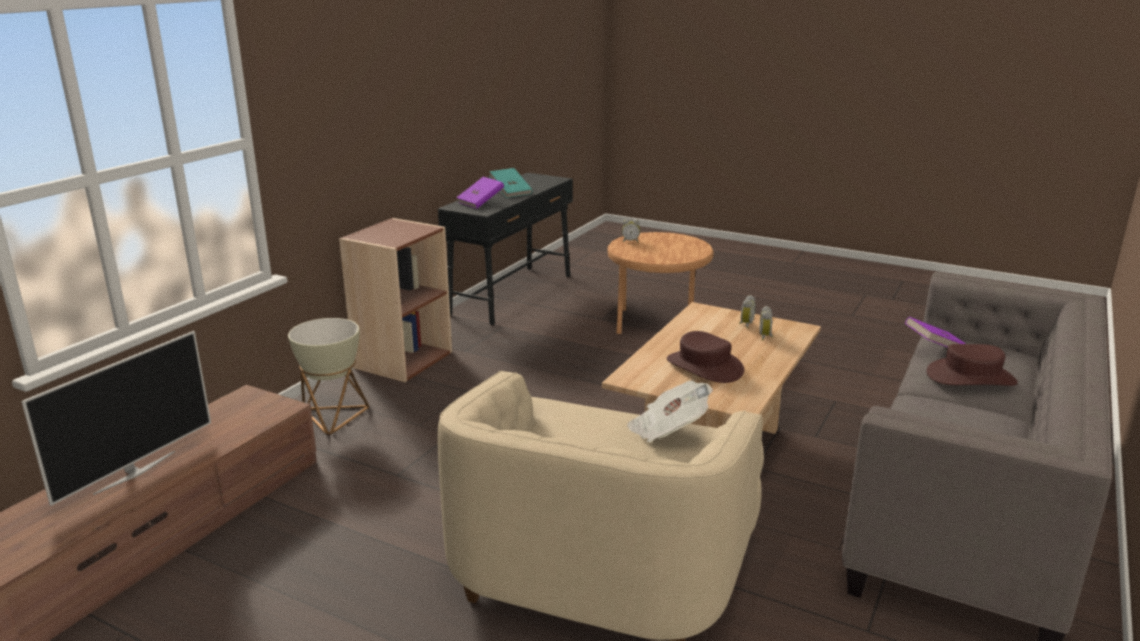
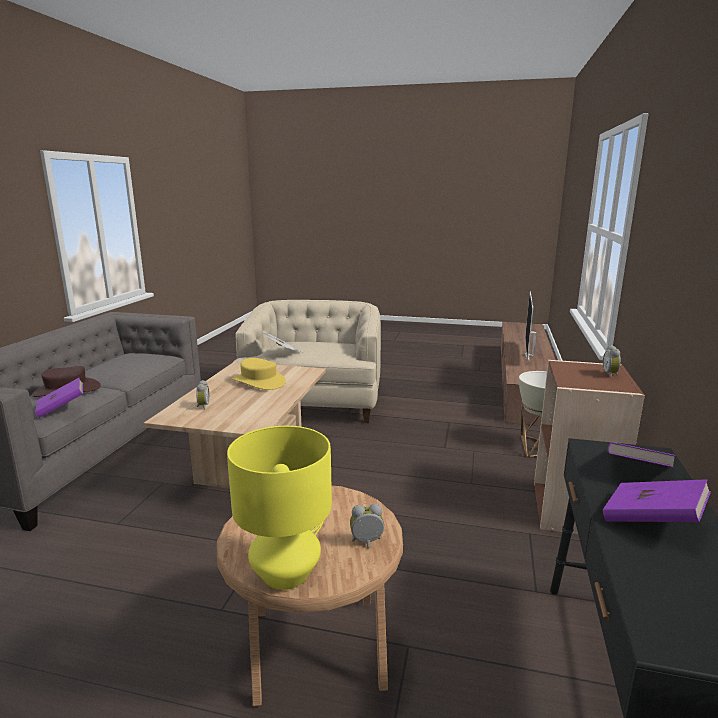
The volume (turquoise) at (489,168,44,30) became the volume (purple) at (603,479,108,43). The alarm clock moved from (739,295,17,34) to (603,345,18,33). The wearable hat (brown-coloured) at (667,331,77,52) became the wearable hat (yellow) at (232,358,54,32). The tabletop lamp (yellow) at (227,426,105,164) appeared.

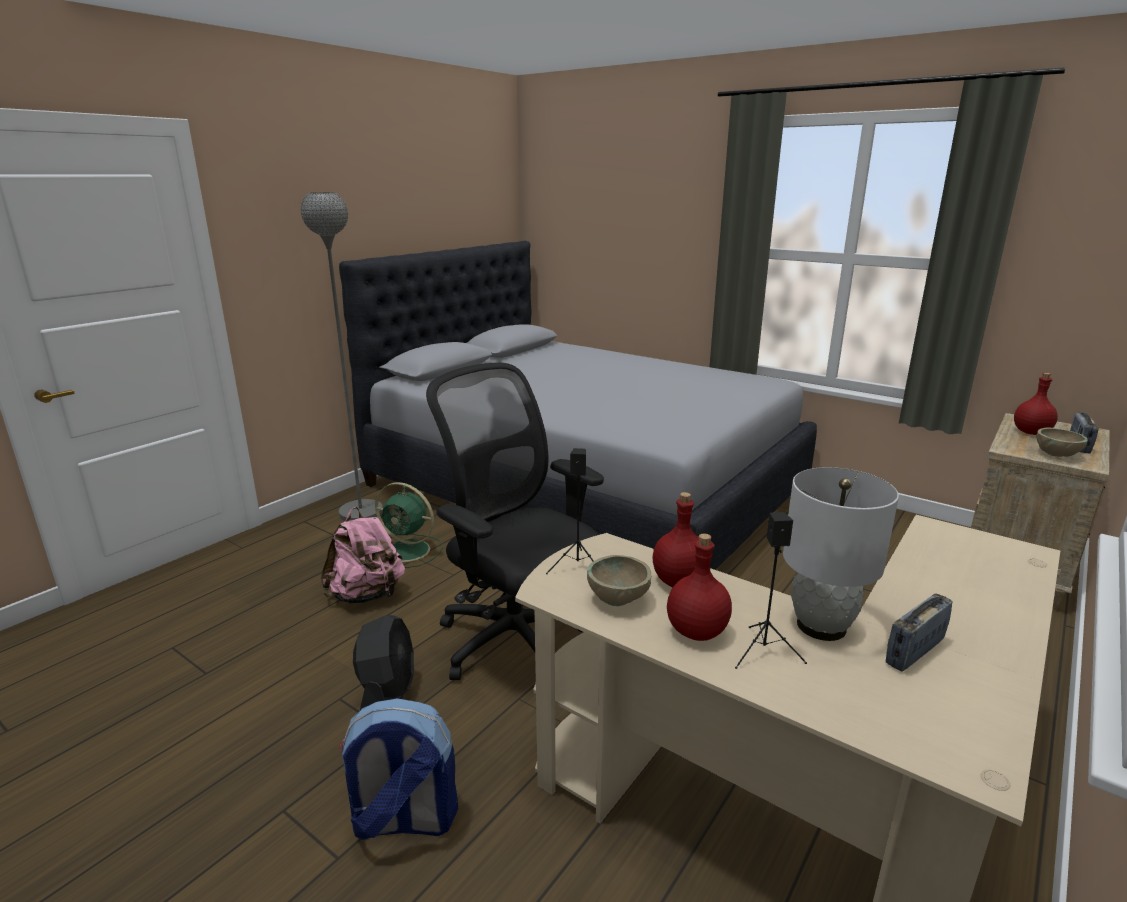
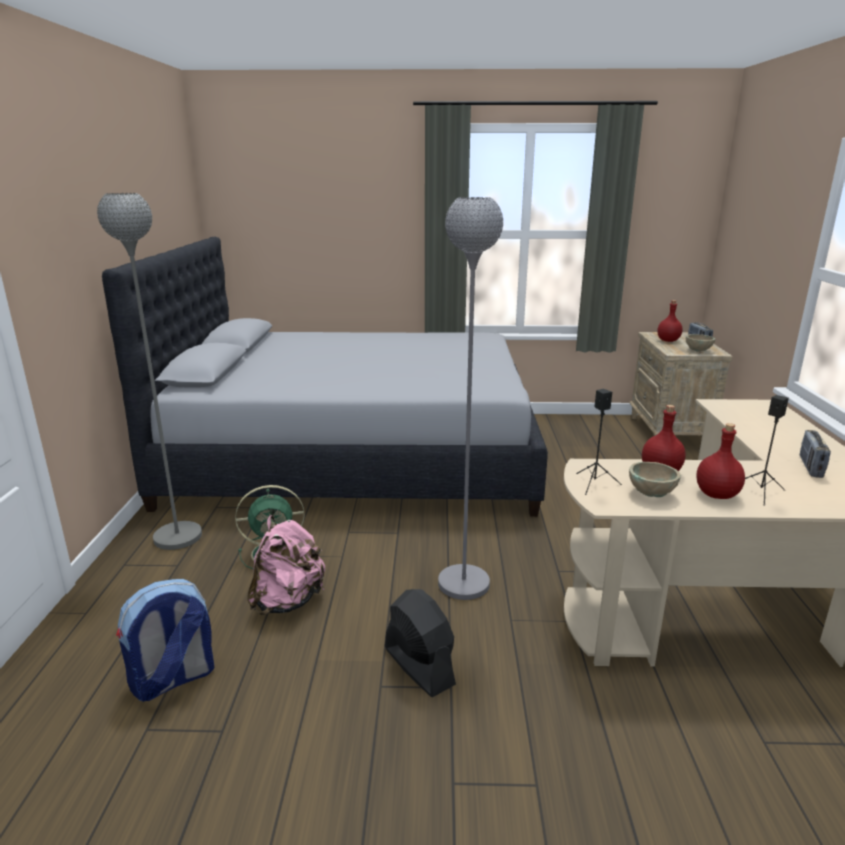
The computer chair (black) at (426,363,178,317) was replaced by the standing lamp (grey) at (438,197,65,403). The tabletop lamp (white) at (783,467,116,174) disappeared. The backpack moved from (338,698,120,142) to (116,579,98,123).

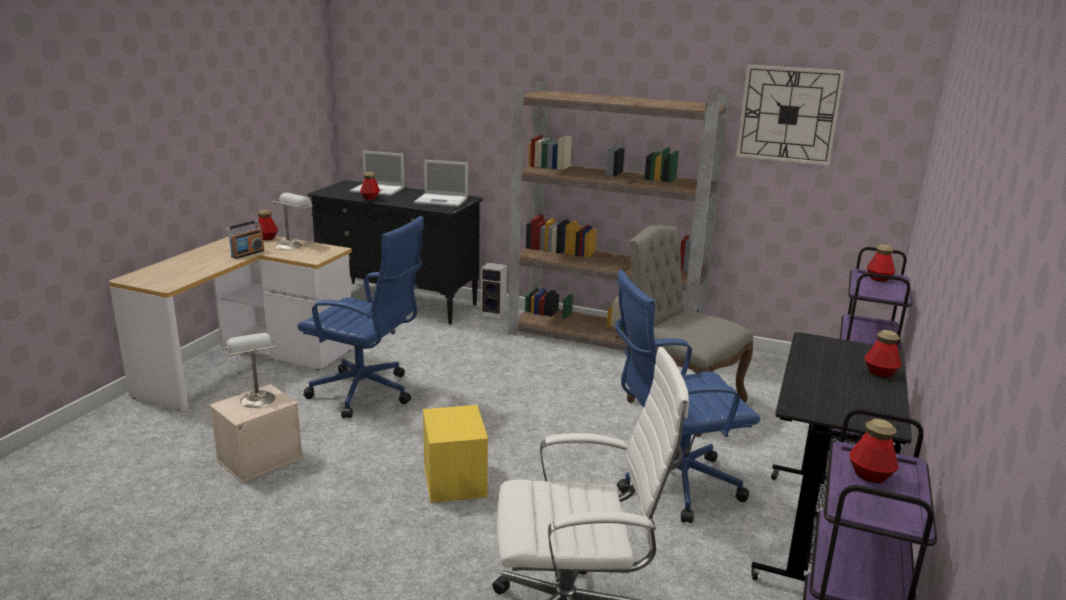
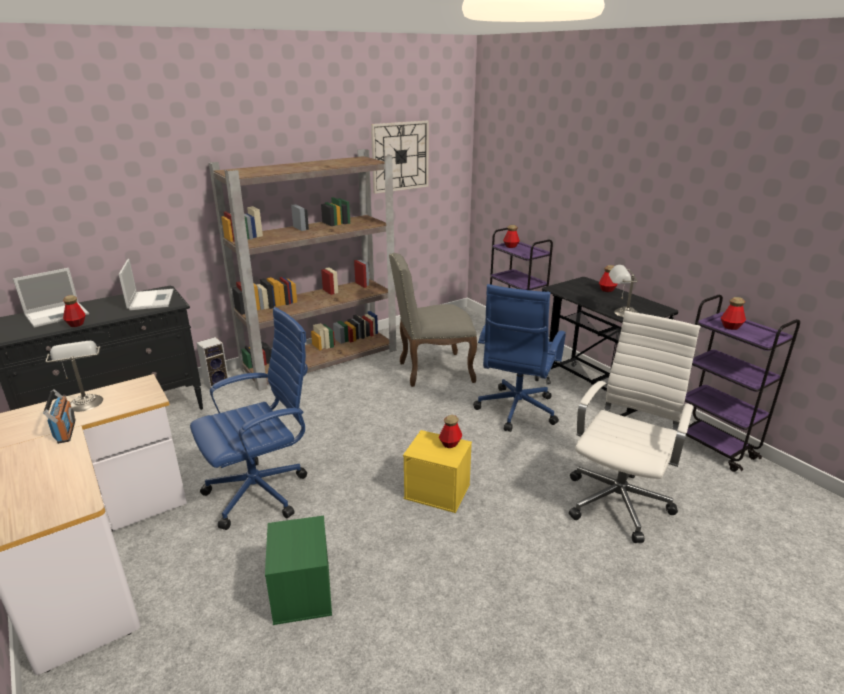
The laptop at (414,160,54,47) turned 60 degrees counterclockwise. The drink bottle moved from (256,209,22,31) to (439,415,23,33). The tabletop lamp (white) moved from (223,333,55,75) to (609,265,30,52). The storage bin (beige-coloured) at (209,384,94,100) became the storage bin (greenish) at (265,516,67,109).

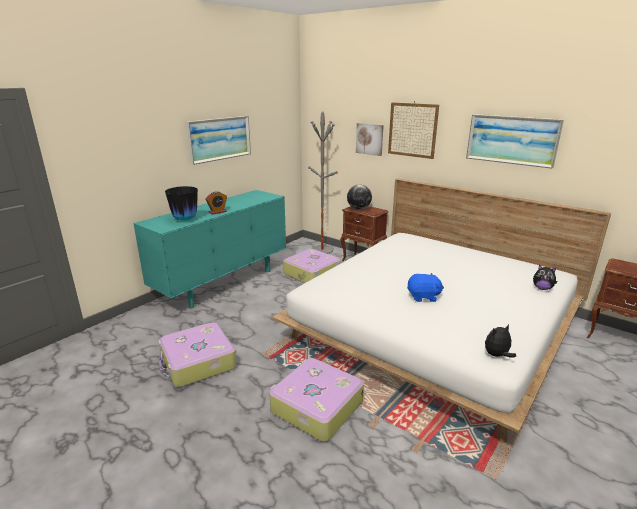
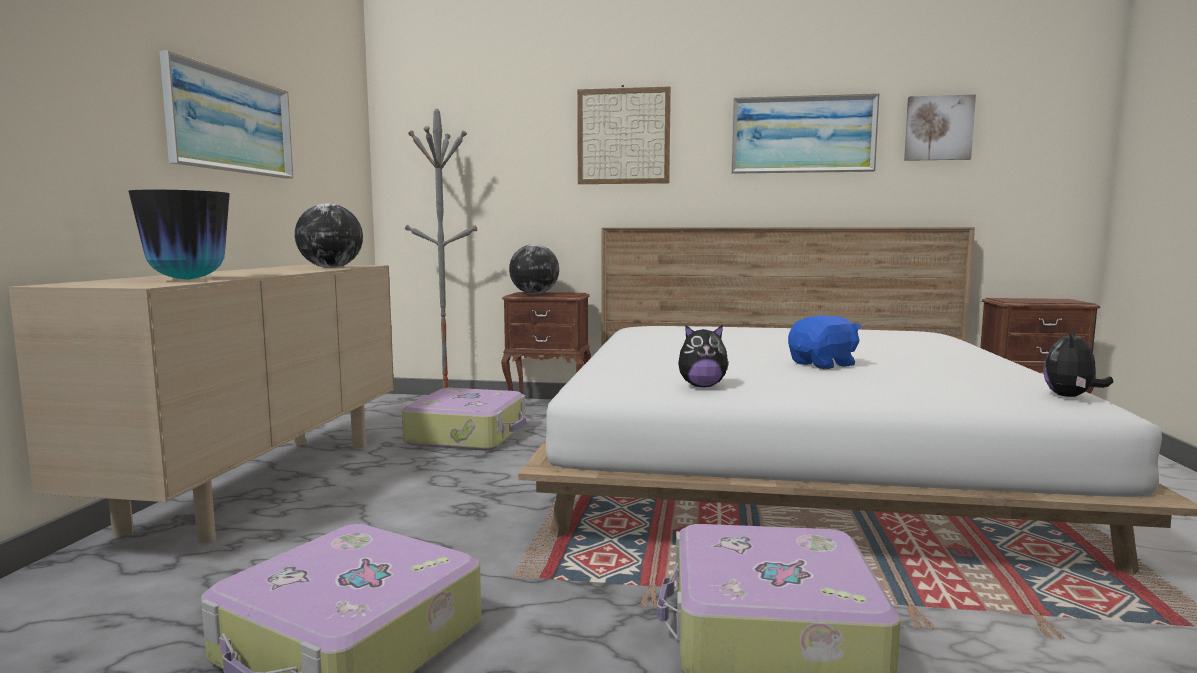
The wall picture moved from (356,123,28,33) to (904,95,72,66). The drawer chest (turquoise) at (133,190,153,119) became the drawer chest (beige-coloured) at (8,265,386,278). The alarm clock at (206,192,21,23) disappeared. The cuddly toy moved from (533,265,25,25) to (678,325,51,62). The globe at (295,203,68,65) appeared.

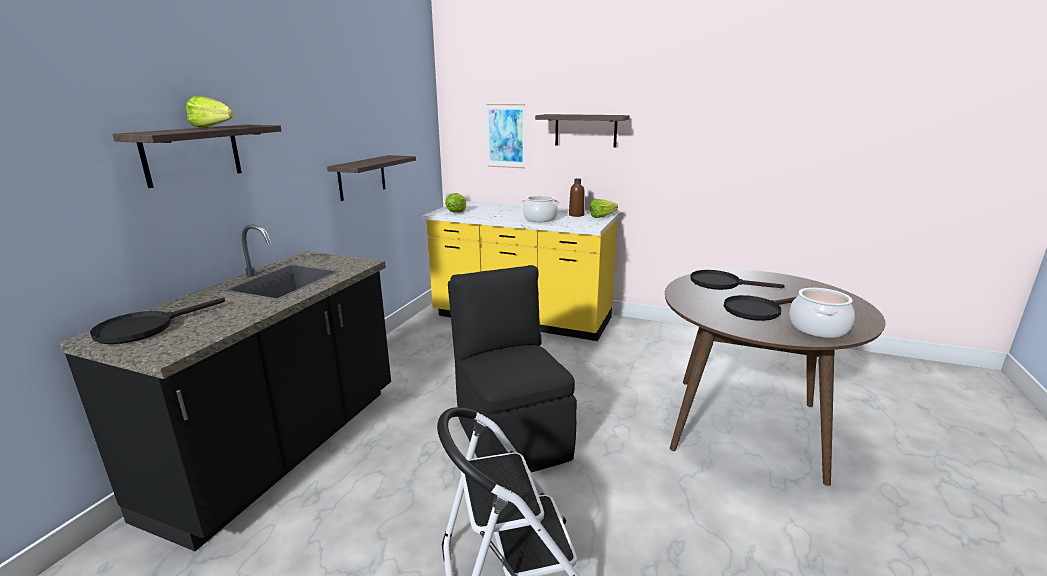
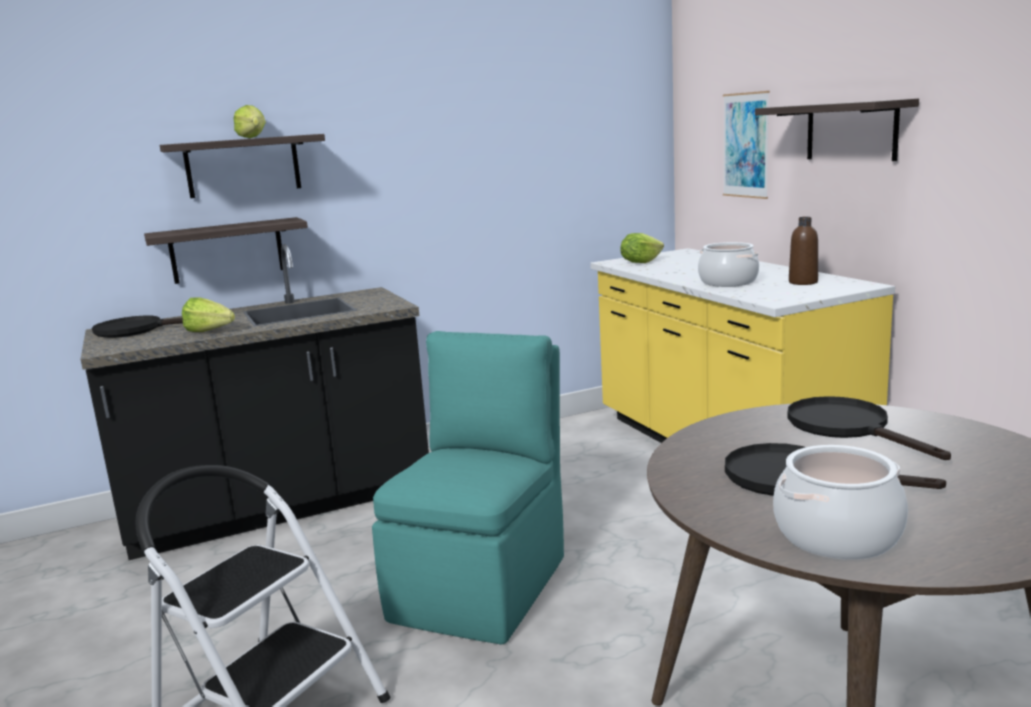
The wall shelf moved from (327,155,89,46) to (144,217,164,67). The head of lettuce moved from (590,199,28,19) to (182,297,53,35). The plain chair (black) at (448,265,129,208) became the plain chair (turquoise) at (372,331,192,313).

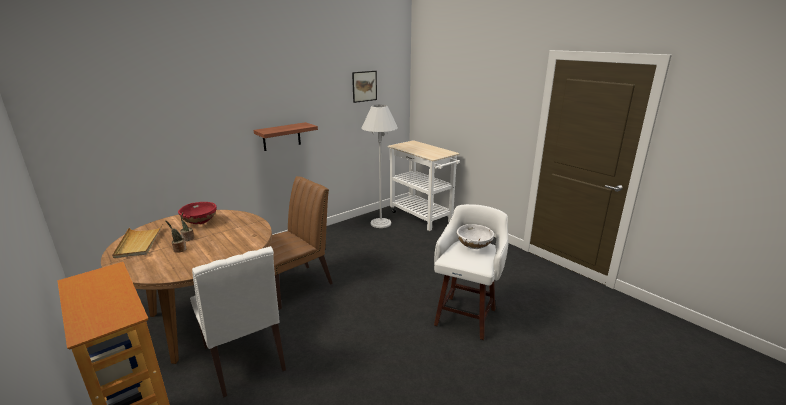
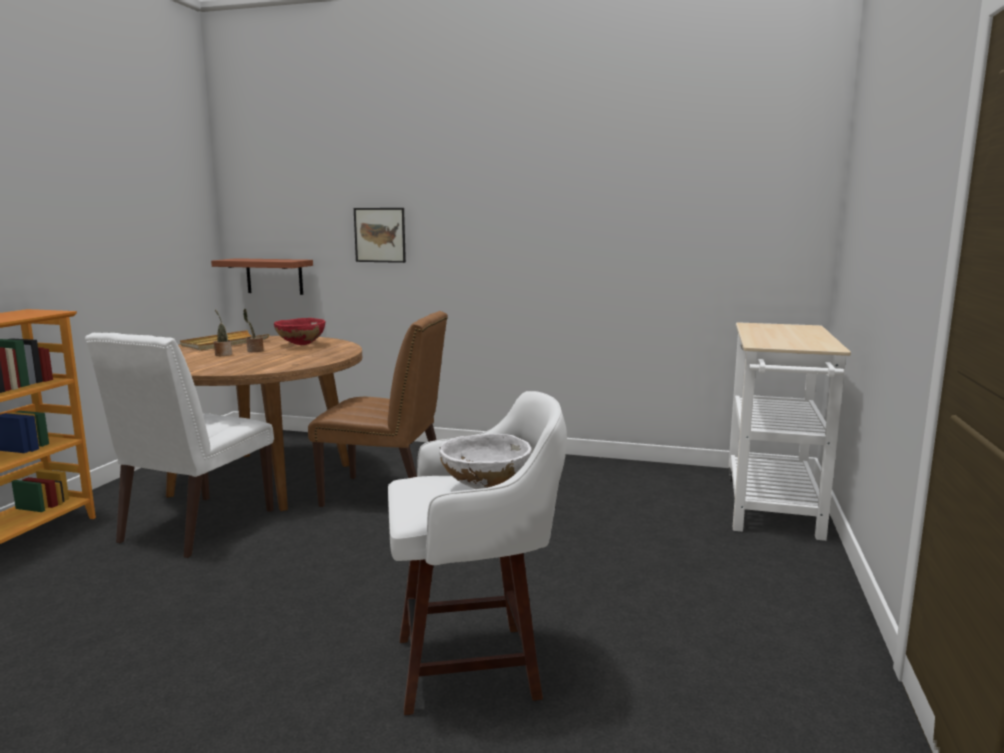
The wall picture moved from (352,71,25,32) to (354,208,52,55). The standing lamp (white) at (361,105,37,123) disappeared. The wall shelf moved from (254,122,64,29) to (211,258,102,37).

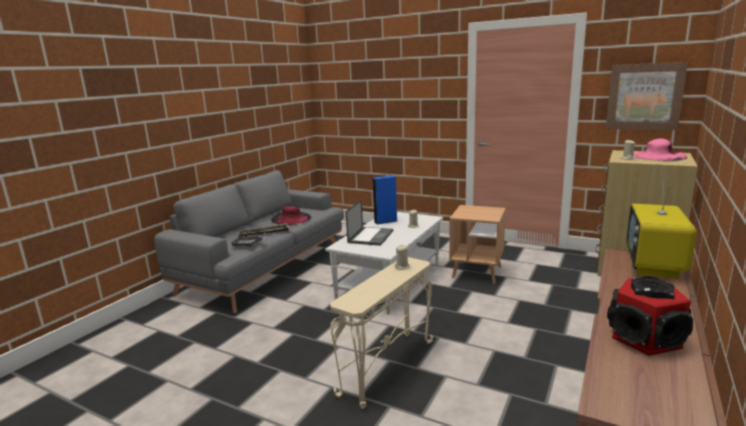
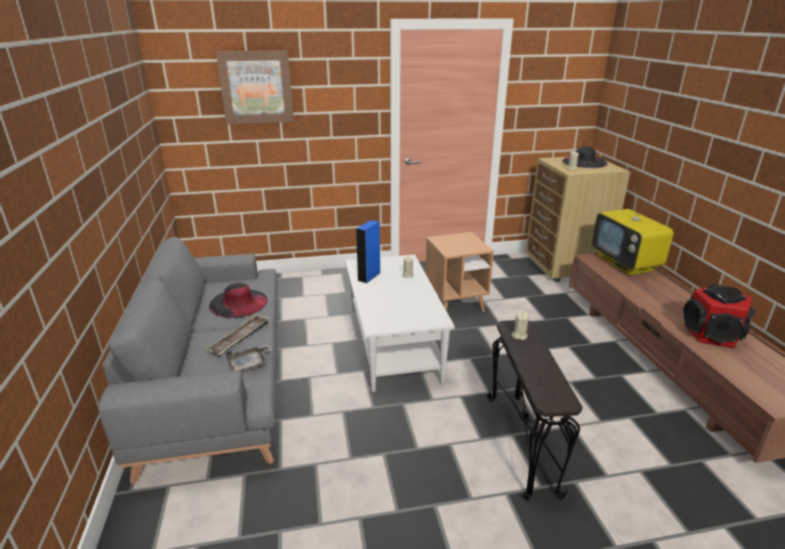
The wall picture moved from (606,62,82,68) to (216,51,78,73). The wearable hat (pinkish) at (633,139,54,22) became the wearable hat (black) at (562,146,46,22). The laptop at (346,199,47,47) disappeared. The end table (beige-coloured) at (330,257,103,152) became the end table (black) at (487,320,96,181).

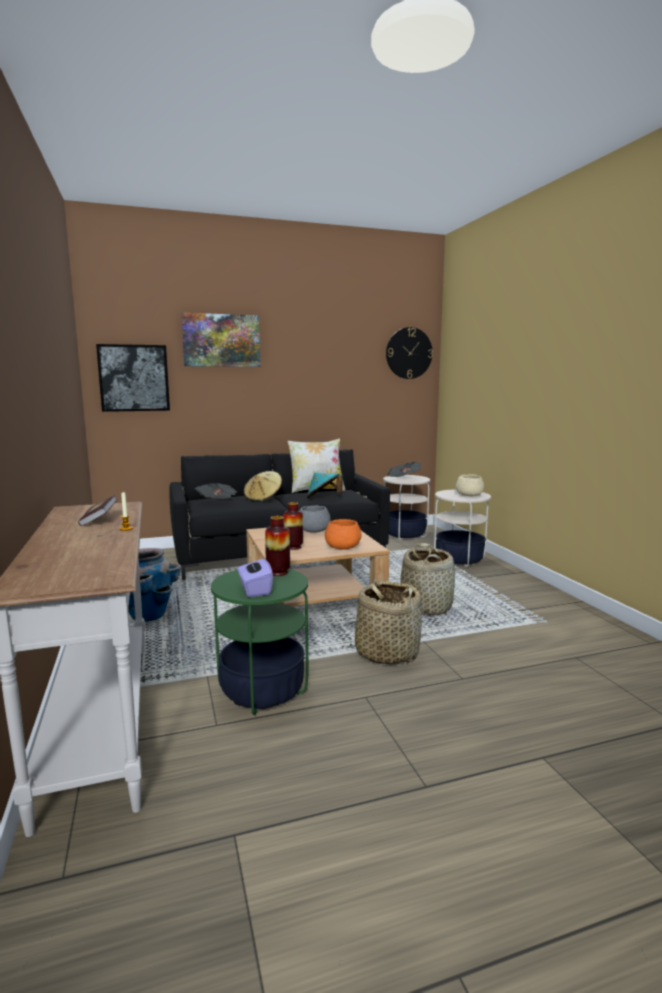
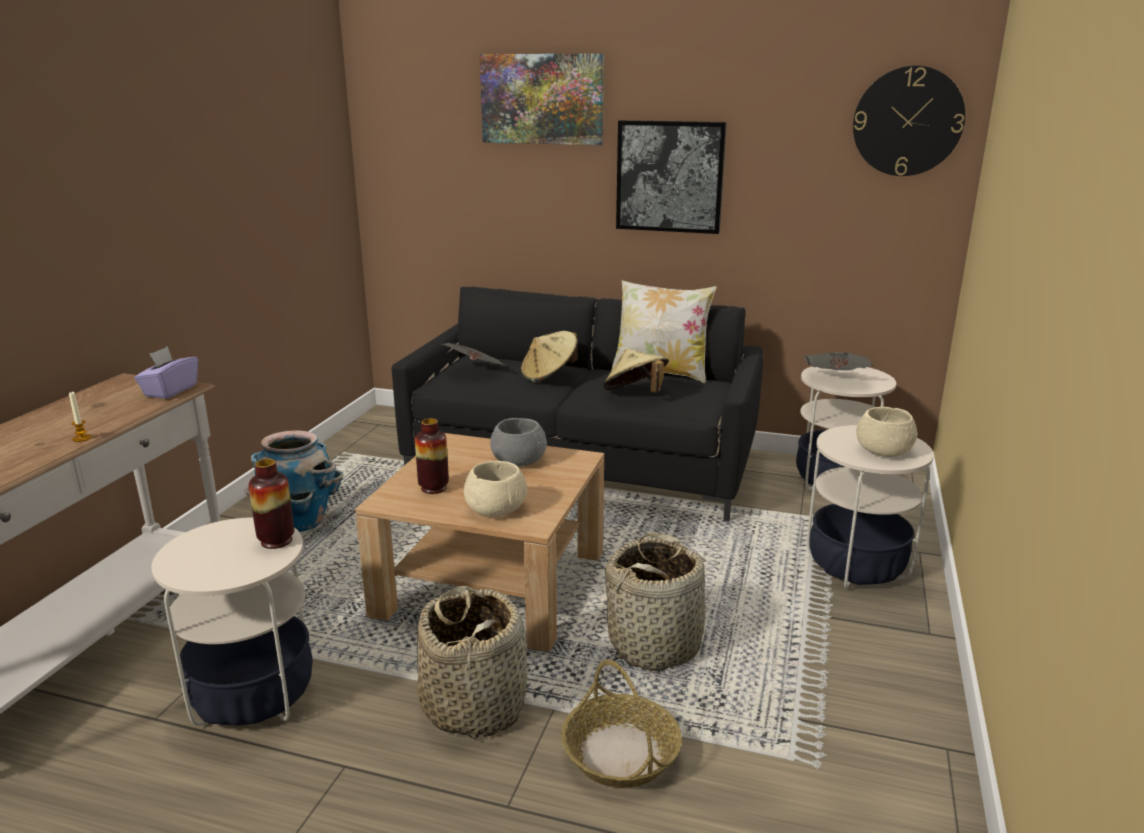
The wall picture moved from (96,344,74,68) to (616,120,111,114). The wearable hat (turquoise) at (307,473,36,25) became the wearable hat (beige-coloured) at (603,349,66,44). The volume at (78,495,39,31) disappeared. The bowl (orangey) at (325,519,36,31) became the bowl (beige-coloured) at (464,461,63,56). The tissue box (purple) moved from (238,553,35,44) to (134,346,64,53). The end table (greenish) at (211,569,98,146) became the end table (beige-coloured) at (151,517,161,209). The household basket at (561,659,121,129) appeared.

